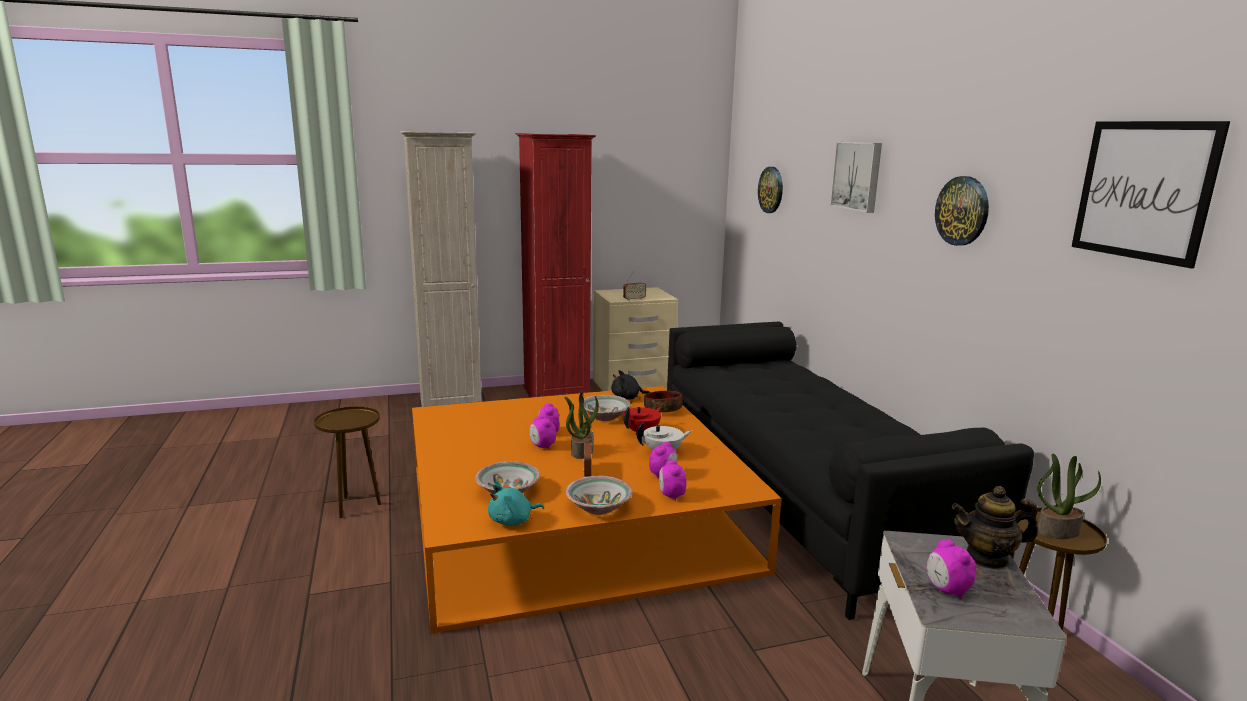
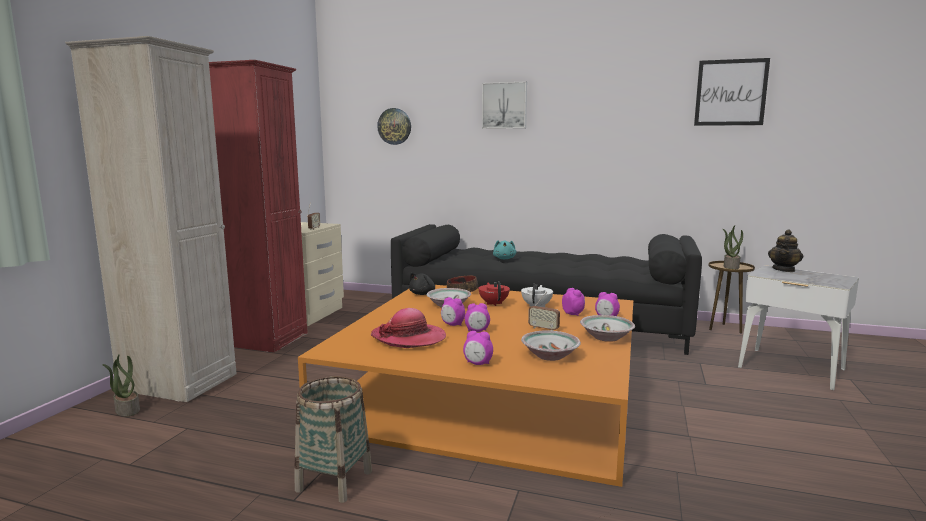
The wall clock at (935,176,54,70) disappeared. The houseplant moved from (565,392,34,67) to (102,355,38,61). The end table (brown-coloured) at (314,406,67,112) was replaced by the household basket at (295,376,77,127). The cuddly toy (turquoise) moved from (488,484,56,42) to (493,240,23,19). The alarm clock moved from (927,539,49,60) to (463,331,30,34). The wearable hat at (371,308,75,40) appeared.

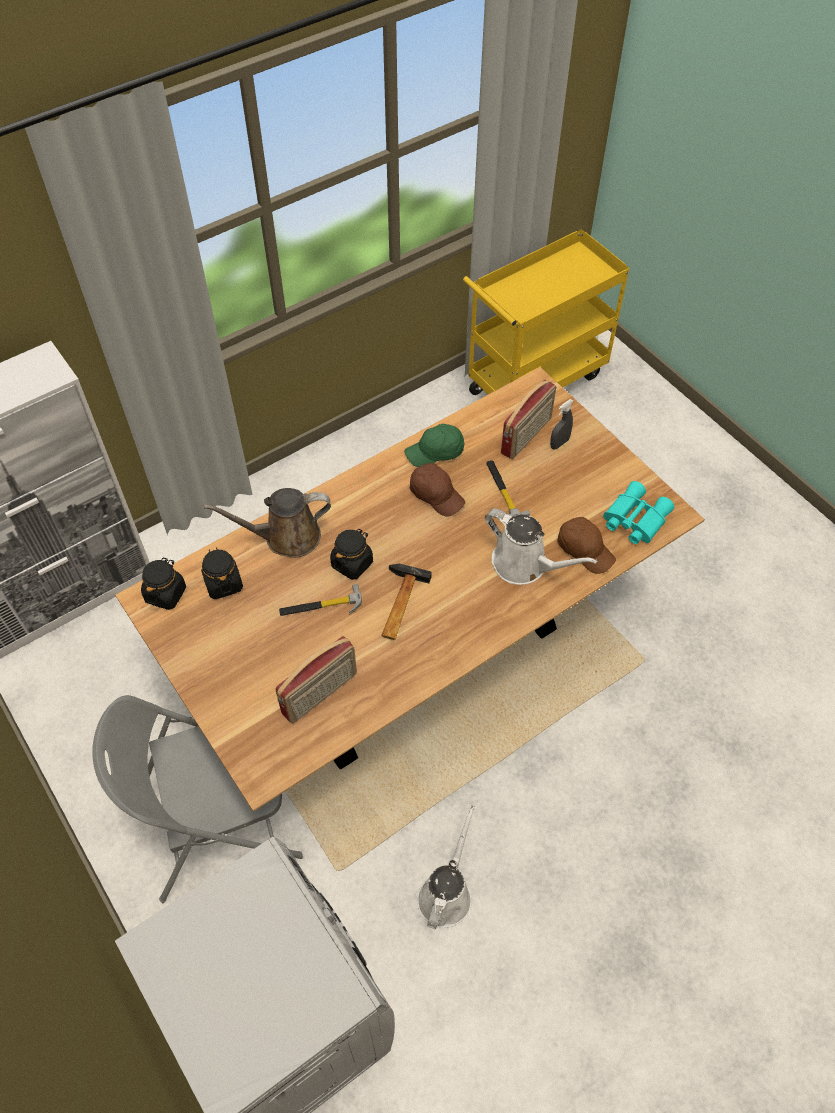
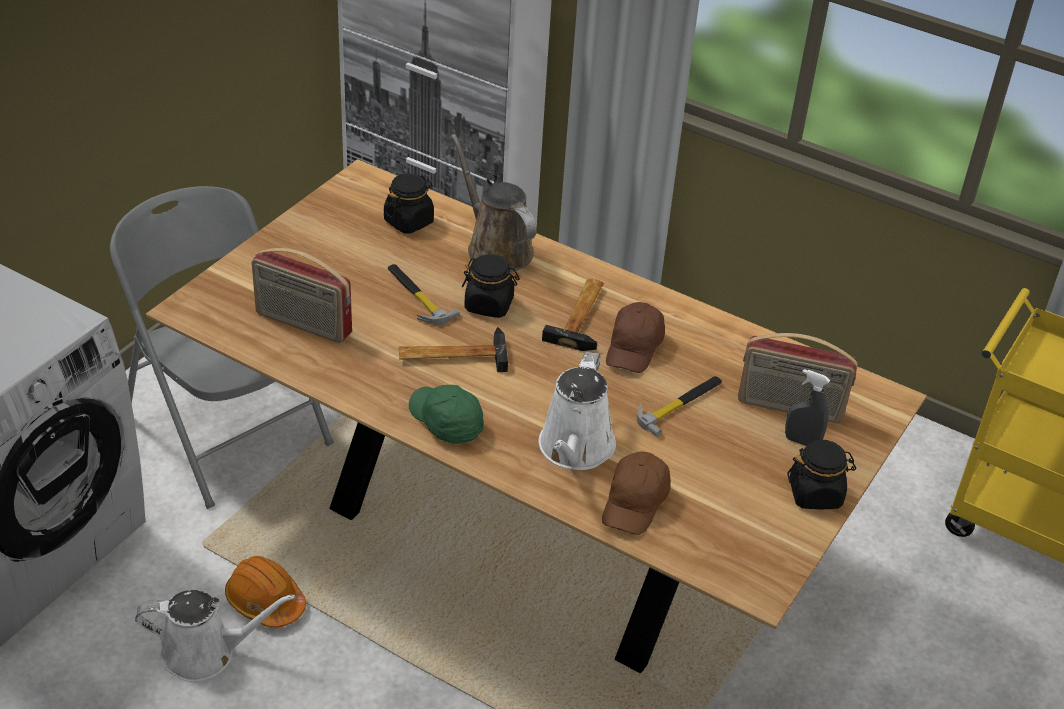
The peaked cap (greenish) moved from (404,424,60,43) to (409,385,74,59). The binoculars (turquoise) at (603,481,71,63) disappeared. The jar (black) moved from (141,558,45,52) to (787,440,69,69). The tool hammer at (542,279,62,72) appeared. The hard hat (orangey) at (225,556,81,72) appeared.

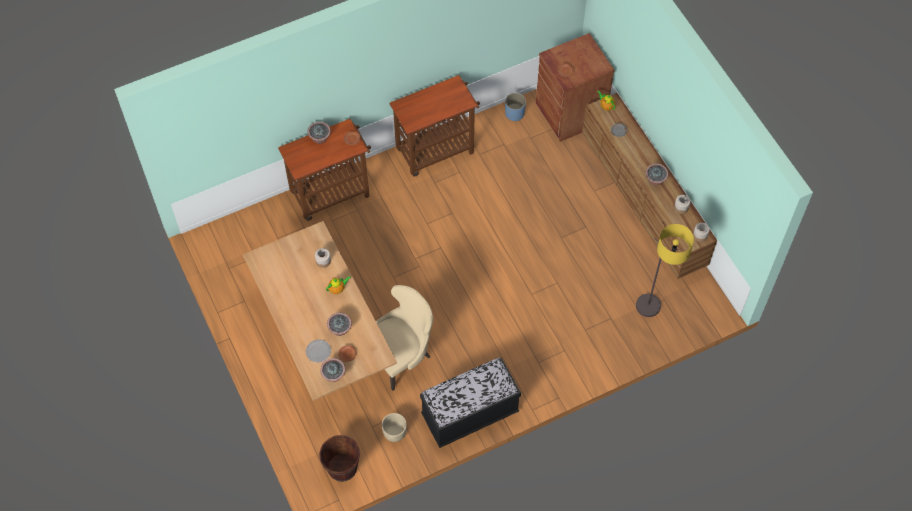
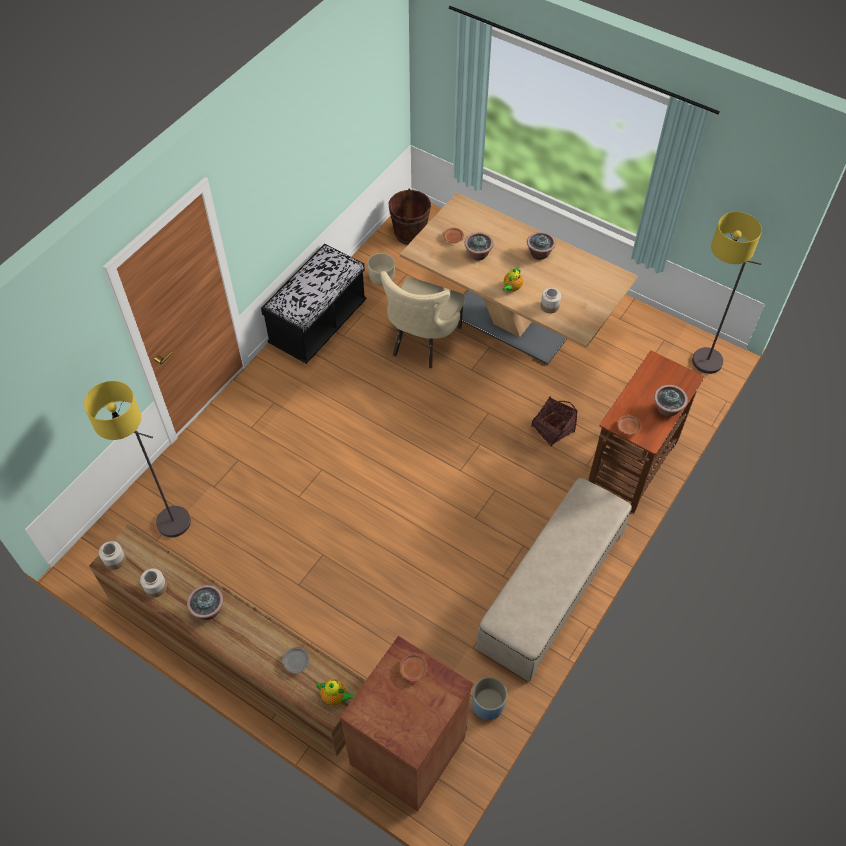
The cart (brown-coloured) at (390,75,90,102) was replaced by the bench (beige-coloured) at (476,478,156,204). The dinner plate at (306,339,25,24) disappeared. The houseplant moved from (320,358,25,24) to (527,232,29,28). The standing lamp (yellow) at (692,212,70,162) appeared. The household basket at (531,396,46,50) appeared.

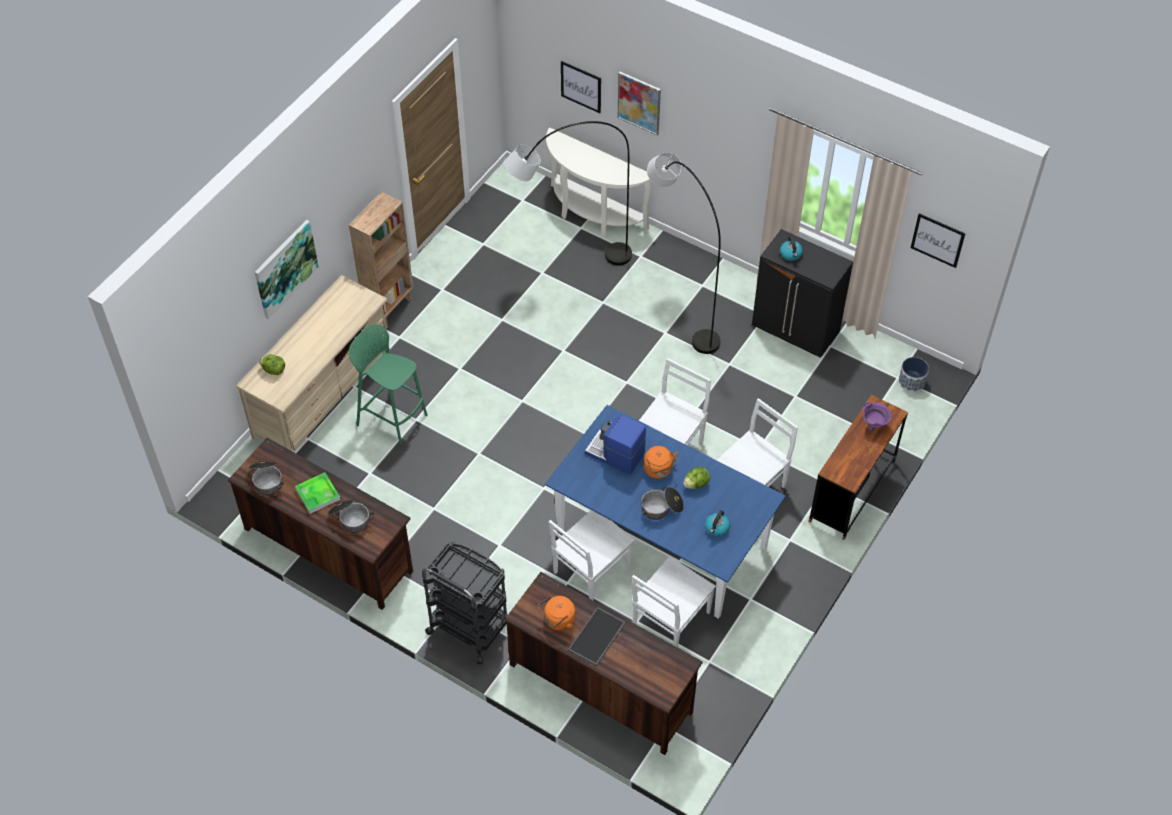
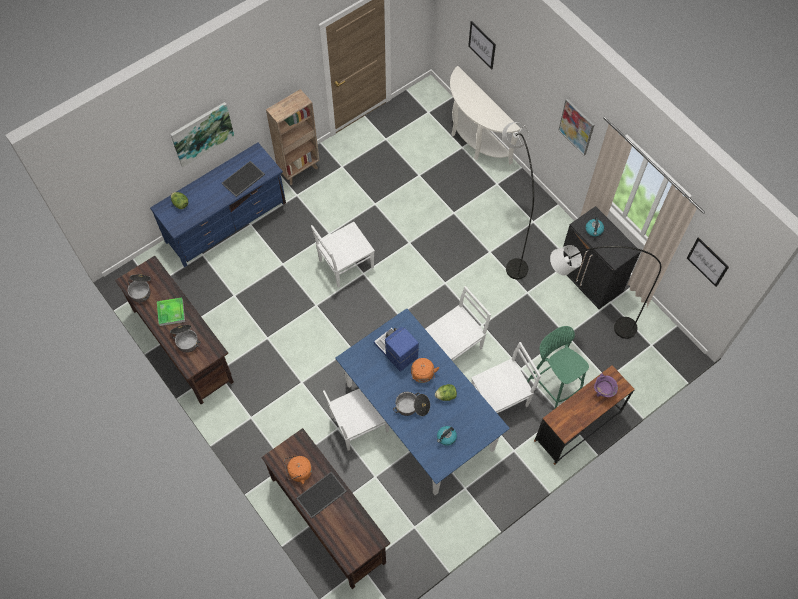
The wall picture moved from (618,72,43,63) to (558,99,36,57). The standing lamp (grey) moved from (504,121,128,144) to (550,245,111,94). The drawer chest (beige-coloured) at (236,275,151,176) became the drawer chest (blue) at (150,142,136,125). The stool seat (greenish) moved from (349,324,79,120) to (527,326,62,83). The flower pot at (899,357,30,35) disappeared. The cart (black) at (422,541,85,123) disappeared. The plain chair (white) moved from (632,556,84,91) to (311,222,64,66). The serving tray at (222,161,43,36) appeared.

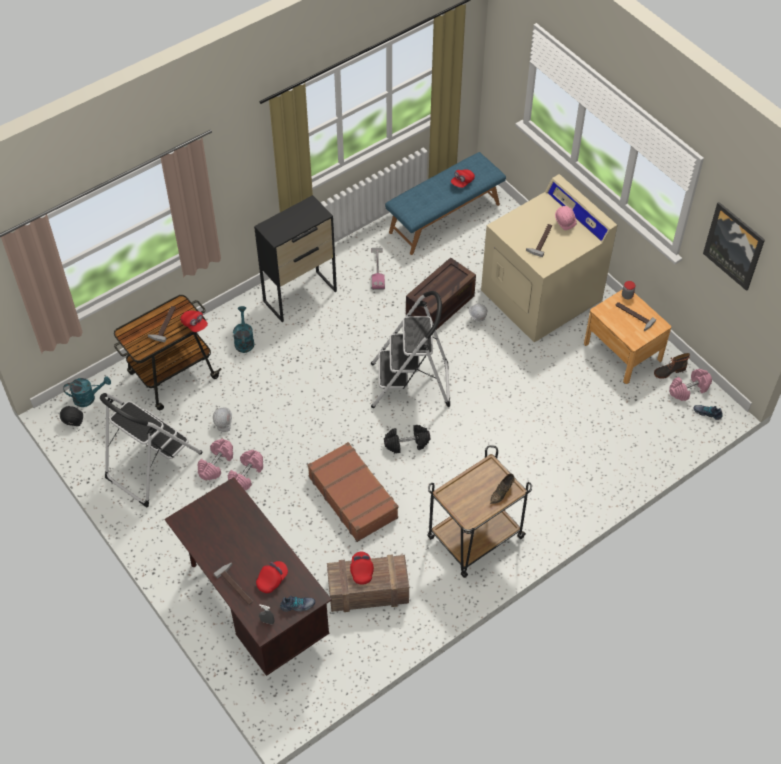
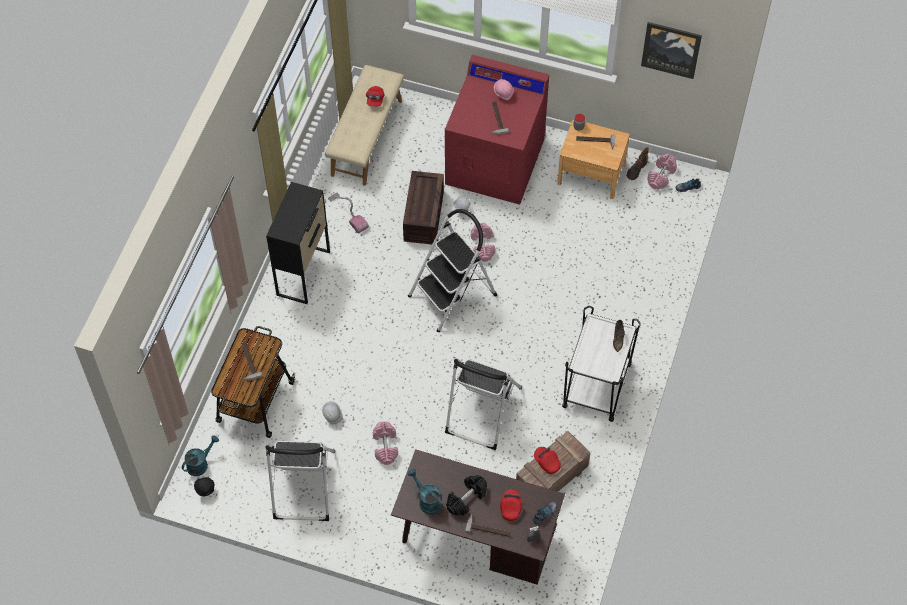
The bench (blue) at (385,152,121,103) became the bench (beige-coloured) at (325,65,79,121). The washing machine (beige-coloured) at (481,174,136,169) became the washing machine (red) at (445,55,104,150). The watering pot (turquoise) moved from (233,306,21,47) to (407,469,36,46). The peaked cap (red) at (180,310,28,22) disappeared. The free weight (black) moved from (384,425,46,28) to (446,475,41,41). The free weight (pinkish) moved from (197,439,36,42) to (471,223,24,39). The suitcase (brown-coloured) at (308,442,90,100) was replaced by the stepladder at (445,358,77,92). The cart (brown-coloured) at (427,445,105,133) became the cart (white) at (562,306,79,116).

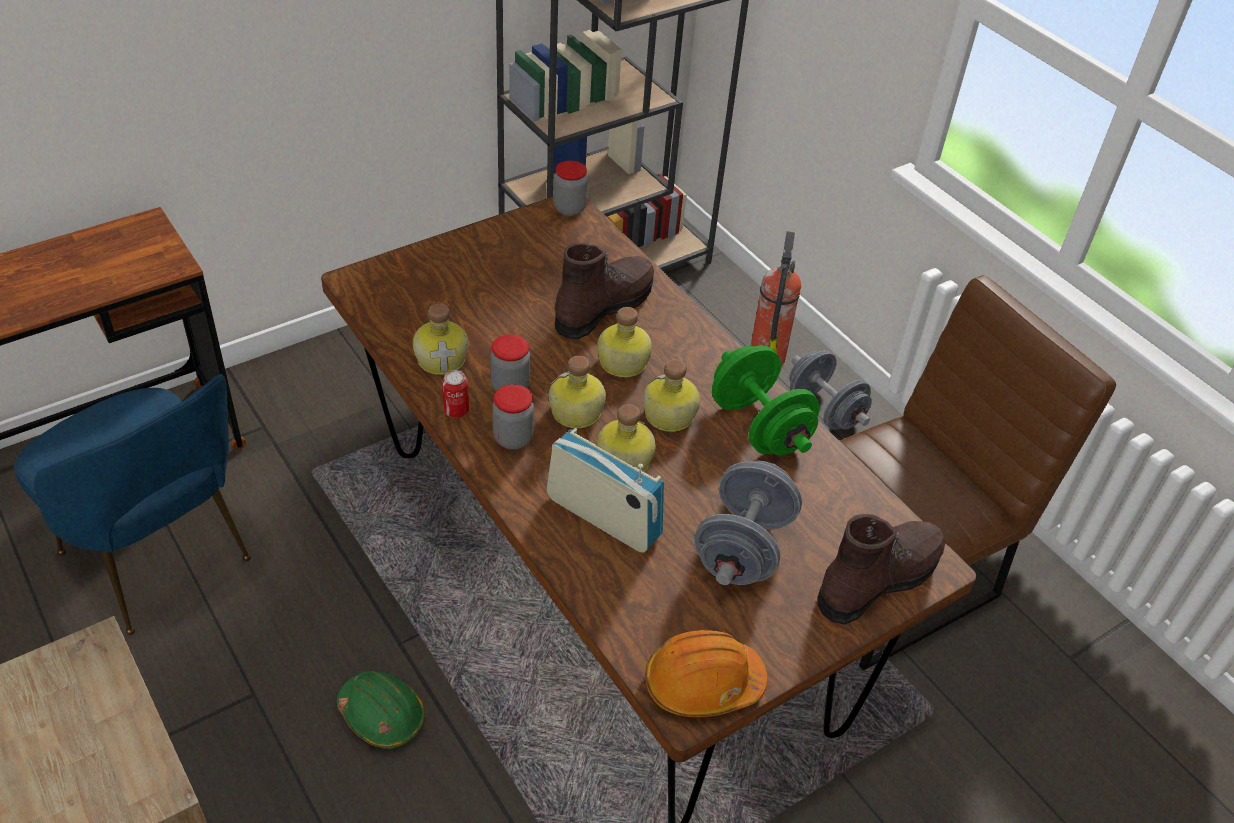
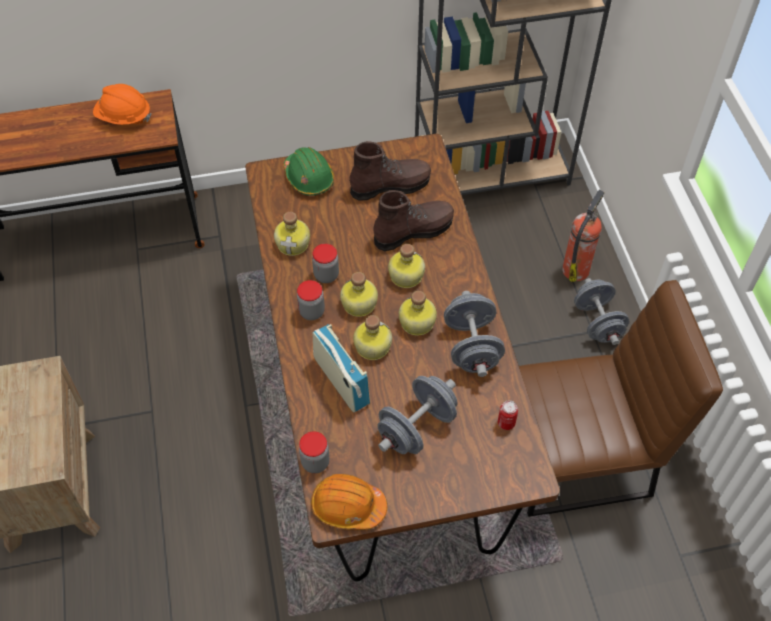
The jar moved from (554,161,34,55) to (299,431,31,42). The free weight (greenish) at (712,346,108,109) became the free weight (grey) at (444,291,61,86). The sealed can moved from (442,370,27,48) to (498,400,20,30). The plain chair (blue) at (14,374,237,261) disappeared. The boot (brown-coloured) moved from (818,514,127,111) to (349,141,82,60). The hard hat (greenish) moved from (337,671,88,78) to (284,147,50,49). The hard hat (orangey) at (93,84,58,41) appeared.

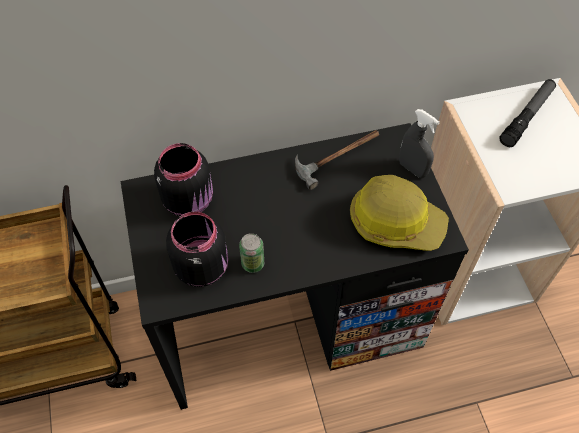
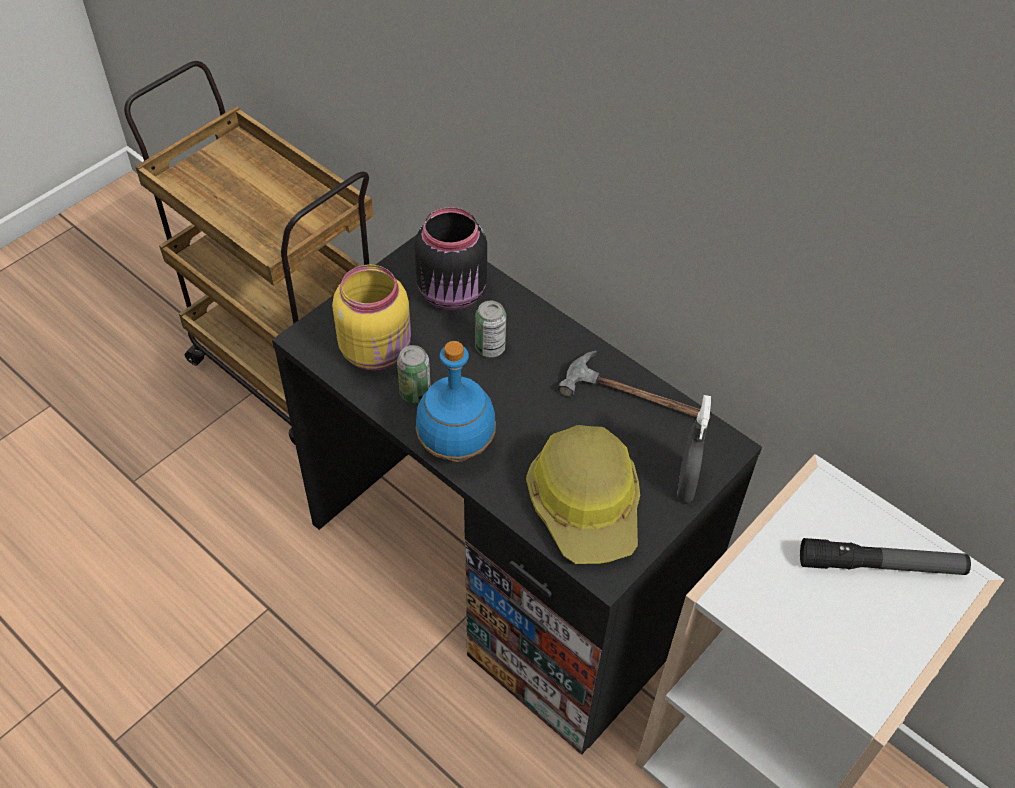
The jar (black) at (166,211,62,76) became the jar (yellow) at (332,265,79,105). The sealed can at (475,301,31,57) appeared. The drink bottle (blue) at (416,341,80,121) appeared.

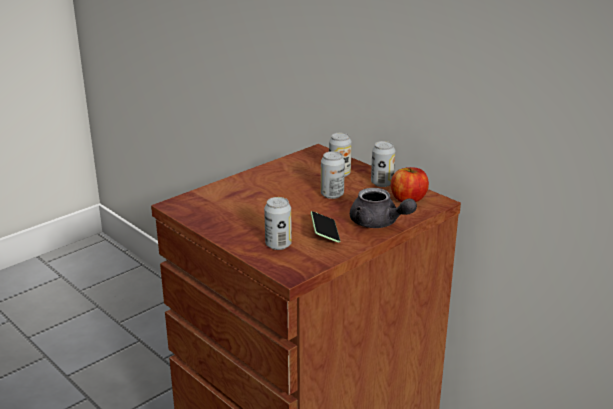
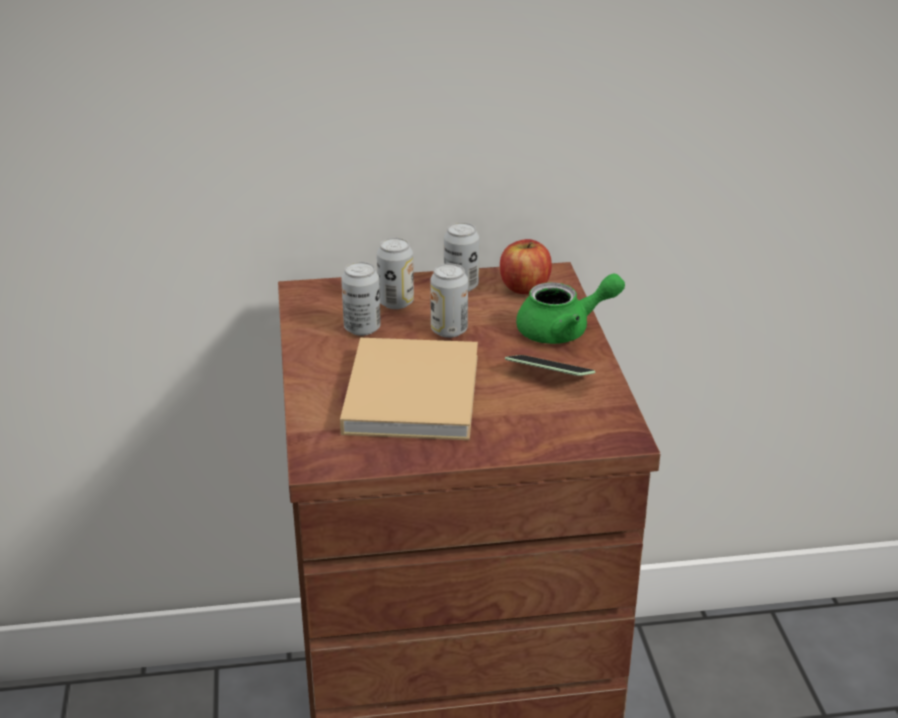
The pot for tea (grey) at (350,188,67,40) became the pot for tea (greenish) at (516,273,109,71). The sealed can moved from (264,197,28,53) to (341,262,40,74). The volume (beige-coloured) at (340,338,138,102) appeared.

